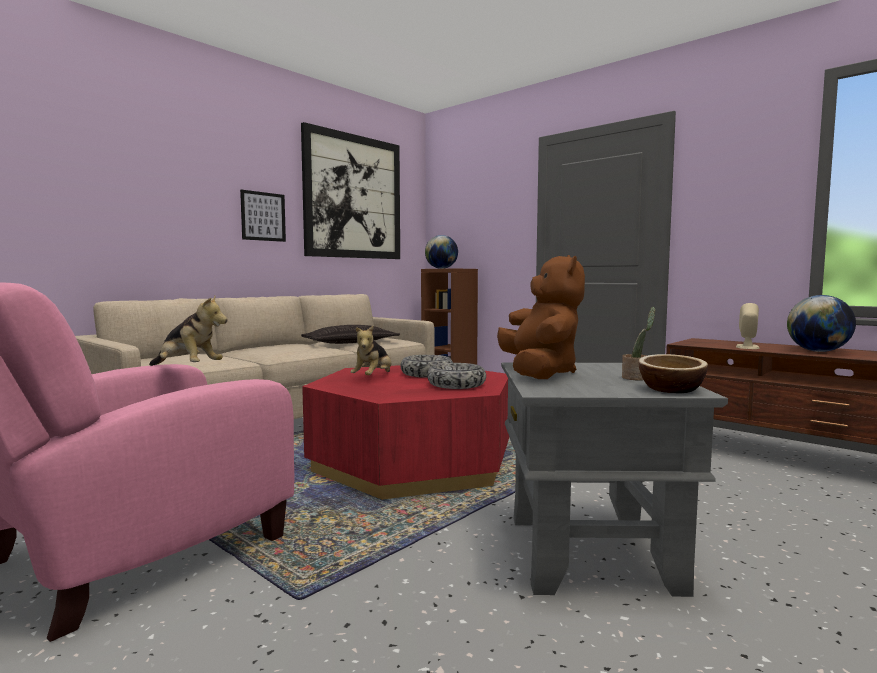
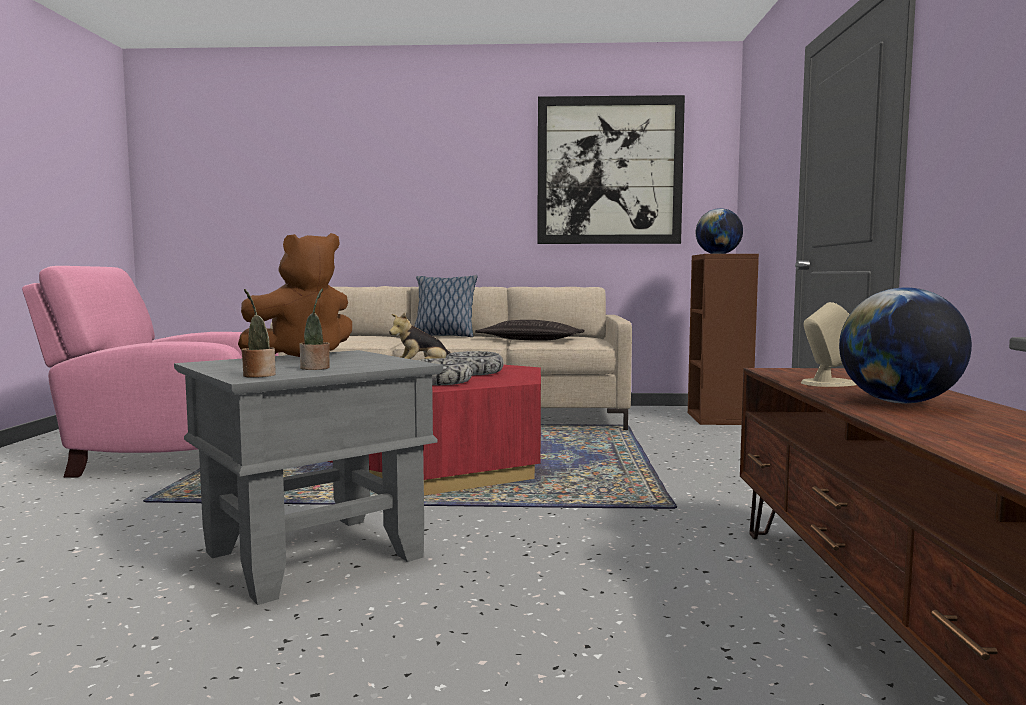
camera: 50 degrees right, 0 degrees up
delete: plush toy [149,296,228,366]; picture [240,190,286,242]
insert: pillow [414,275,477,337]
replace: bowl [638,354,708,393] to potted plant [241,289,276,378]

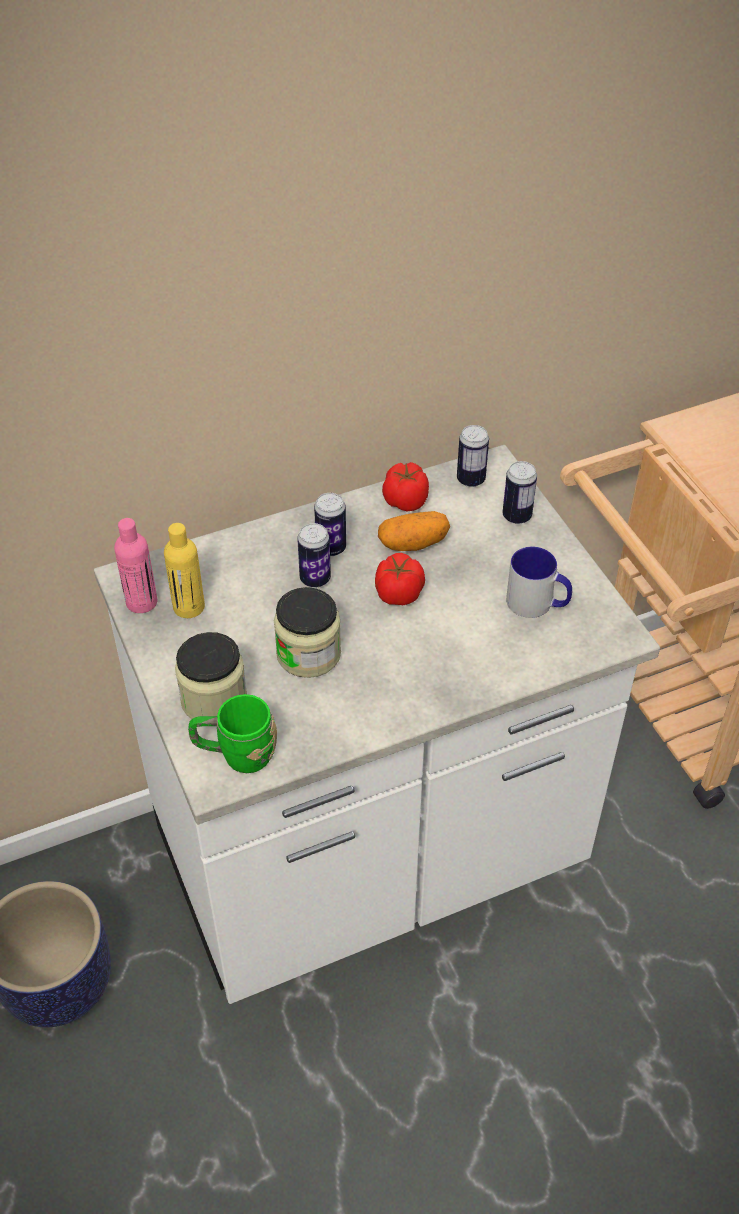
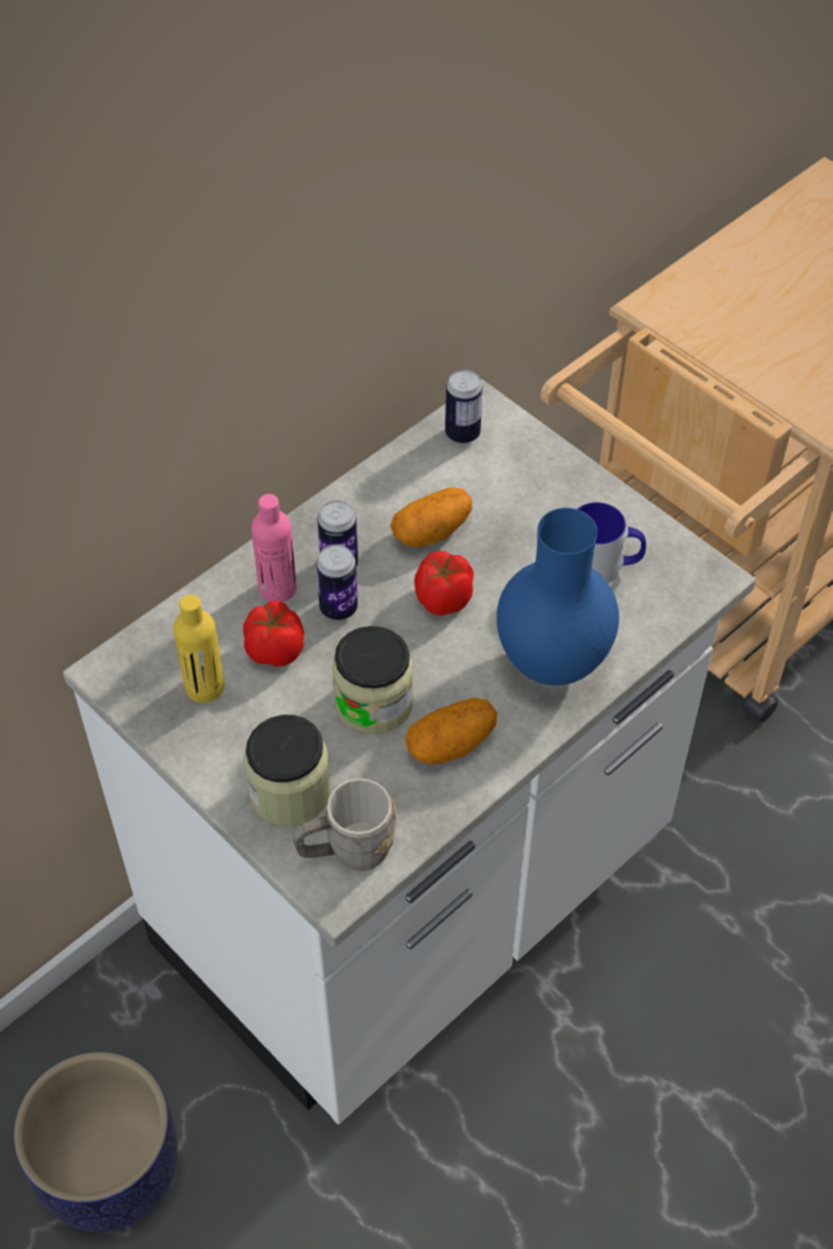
camera: 20 degrees left, 5 degrees up
delete: can [503,461,537,524]
insert: potato [405,698,497,764]; blue vase [497,508,619,686]
move: pink bottle [114,518,158,613] to [251,494,297,602]; tomato [382,462,429,511] to [243,601,304,667]
recolor: green mug [188,694,277,773] to grey mug [293,778,396,871]

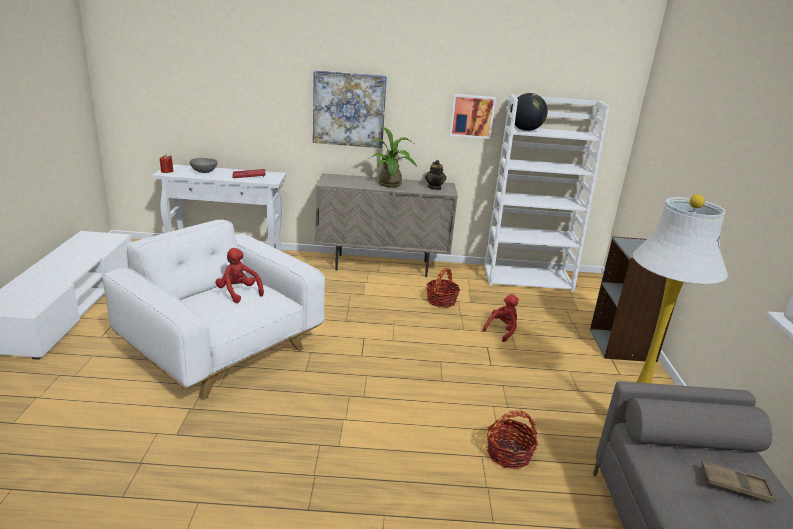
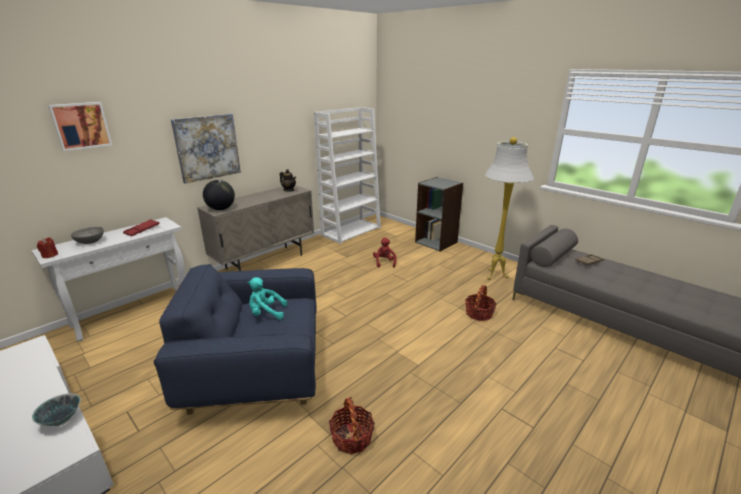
camera: 45 degrees left, 0 degrees up
delete: potted plant [370,127,417,187]
insert: bowl [32,393,81,426]
move: basket [426,268,460,308] to [329,397,375,454]; picture [450,94,496,139] to [48,102,112,151]; globe [510,93,548,131] to [203,180,235,210]
recolor: white armchair [102,220,325,400] to blue armchair [154,264,317,415]; red plush toy [215,248,264,303] to turquoise plush toy [248,277,287,319]

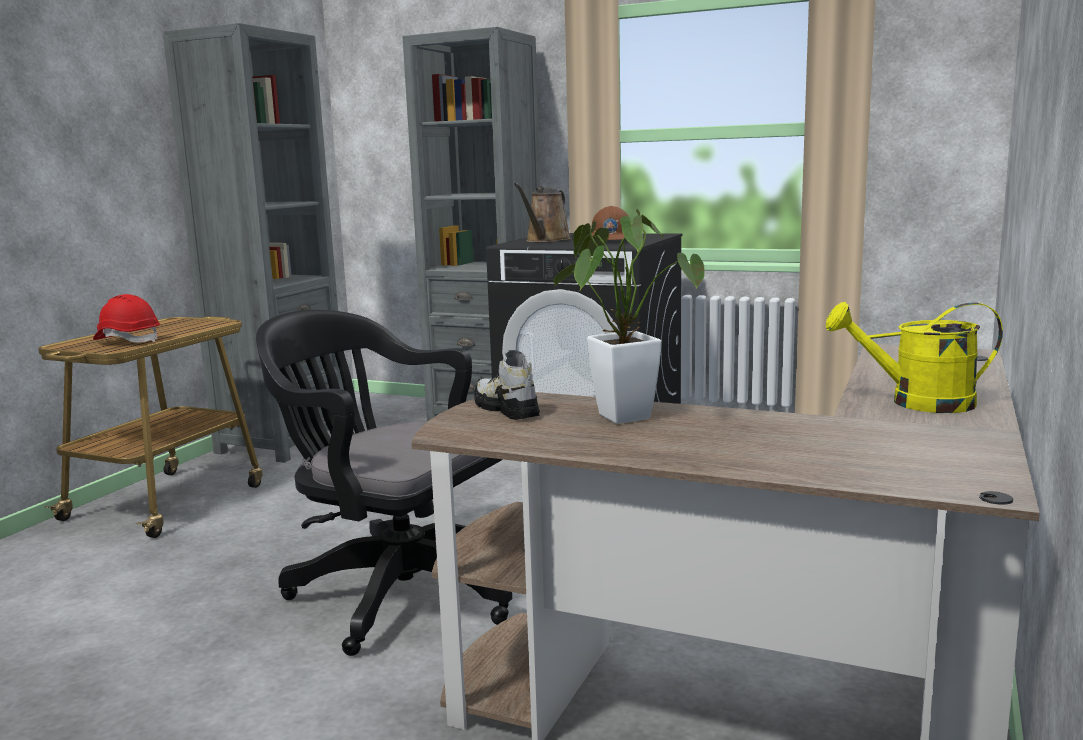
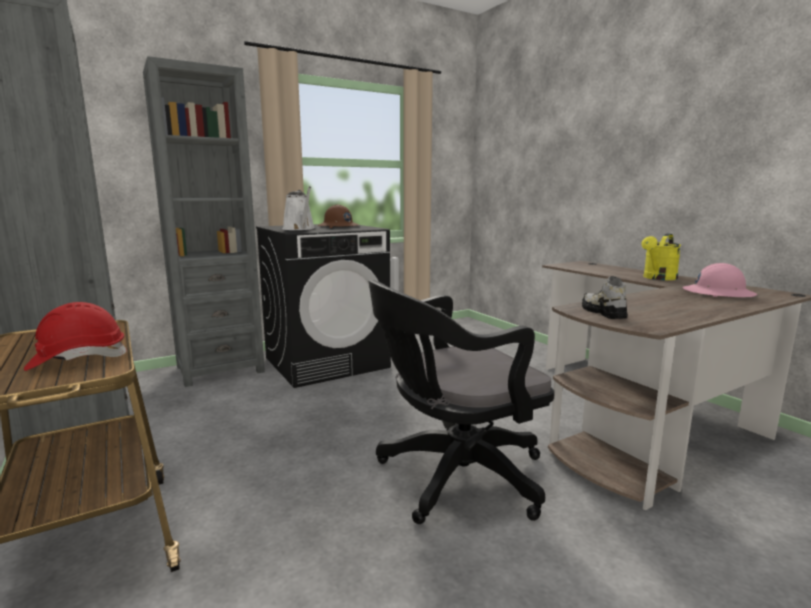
camera: 55 degrees left, 0 degrees up
delete: potted plant [554,209,705,424]
insert: pink hard hat [682,263,757,297]
recolor: brown watering can [514,183,572,243] to white watering can [282,186,315,230]
rotate: shoe [474,350,540,420] = [582,276,628,319] 75 degrees clockwise

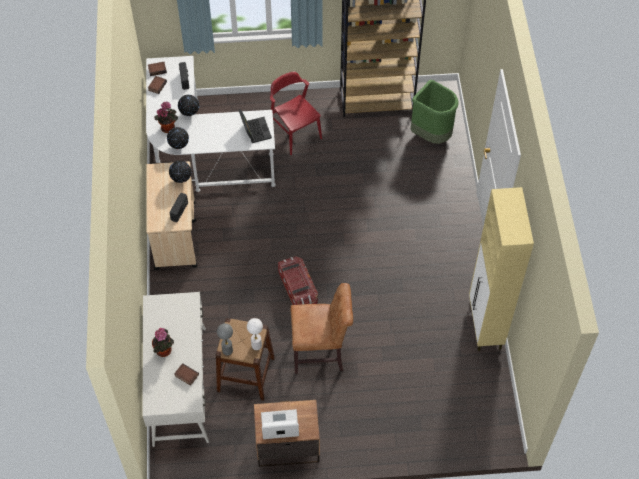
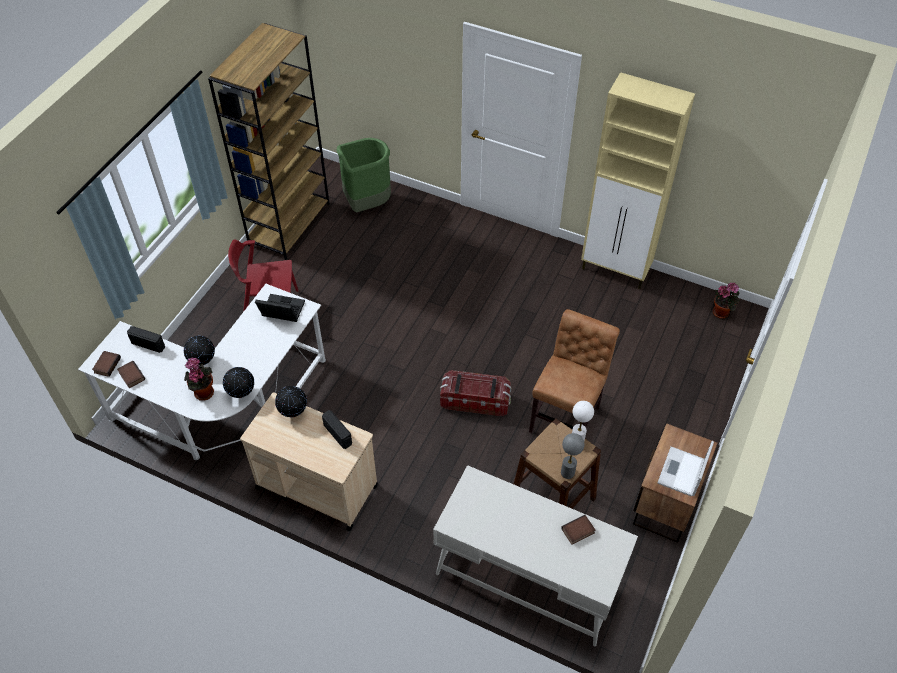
camera: 60 degrees left, 5 degrees down
move: potted plant [152,328,174,357] to [713,283,740,319]

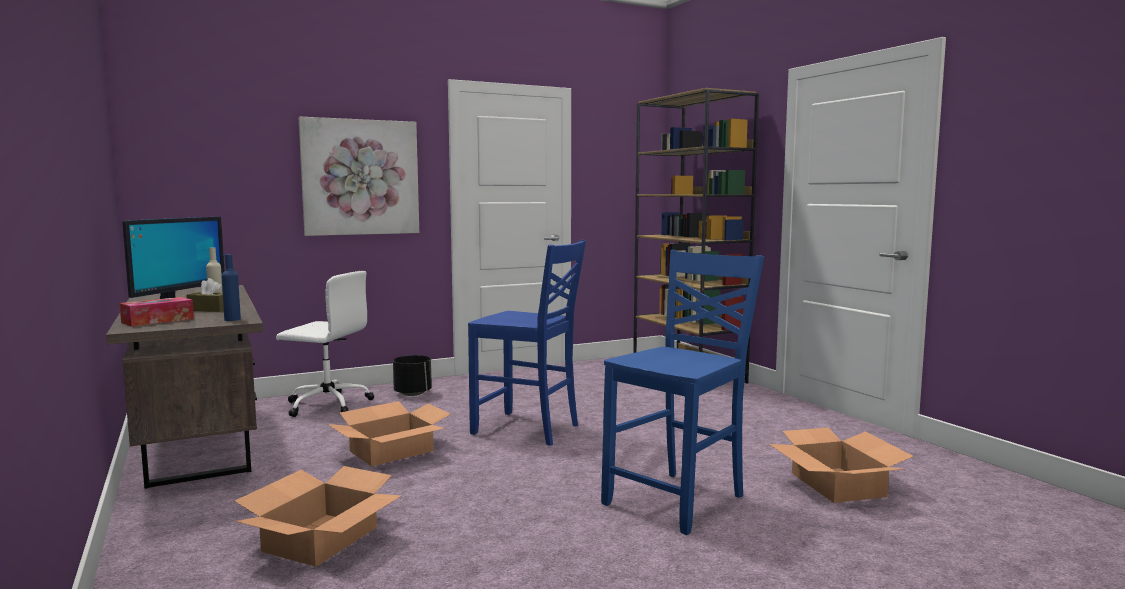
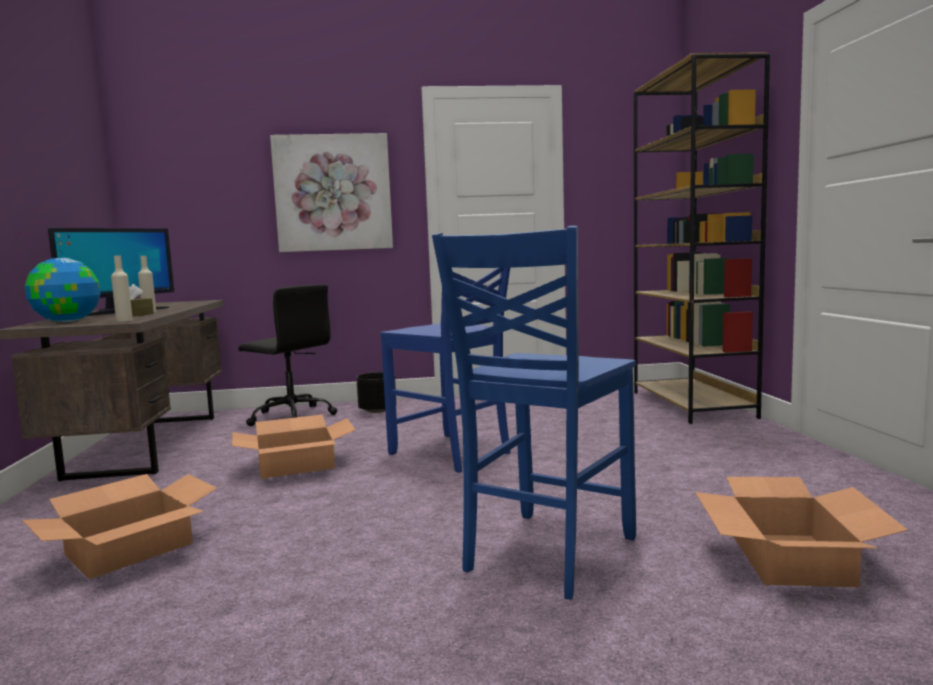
camera: 20 degrees right, 0 degrees up
replace: tissue box [119,297,194,327] to globe [25,258,101,322]
recolor: blue bottle [221,254,241,321] to beige bottle [111,255,133,322]; white office chair [276,271,374,417] to black office chair [238,284,337,426]
rotate: blue chair [601,250,764,535] = [432,226,636,600] 150 degrees clockwise

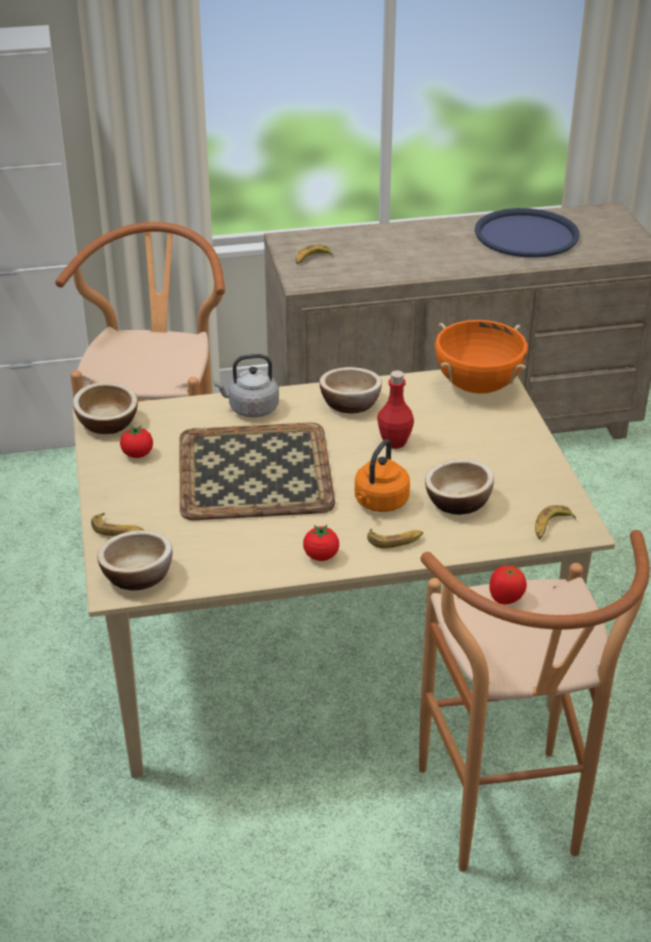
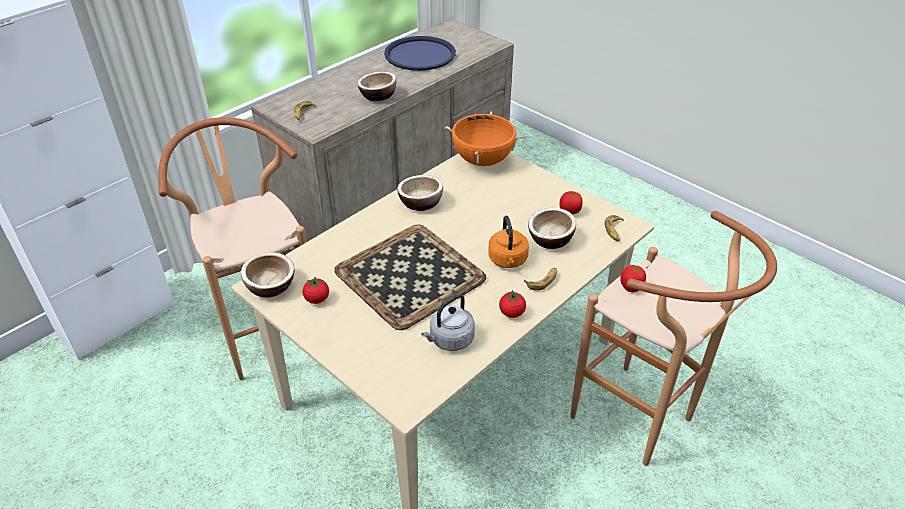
camera: 35 degrees left, 5 degrees up
delete: banana [91,513,144,536]; red bottle [377,370,414,449]
insert: tomato [559,191,583,215]
move: bowl [97,530,172,590] to [358,72,396,101]; grey kettle [213,354,279,418] to [421,294,475,351]

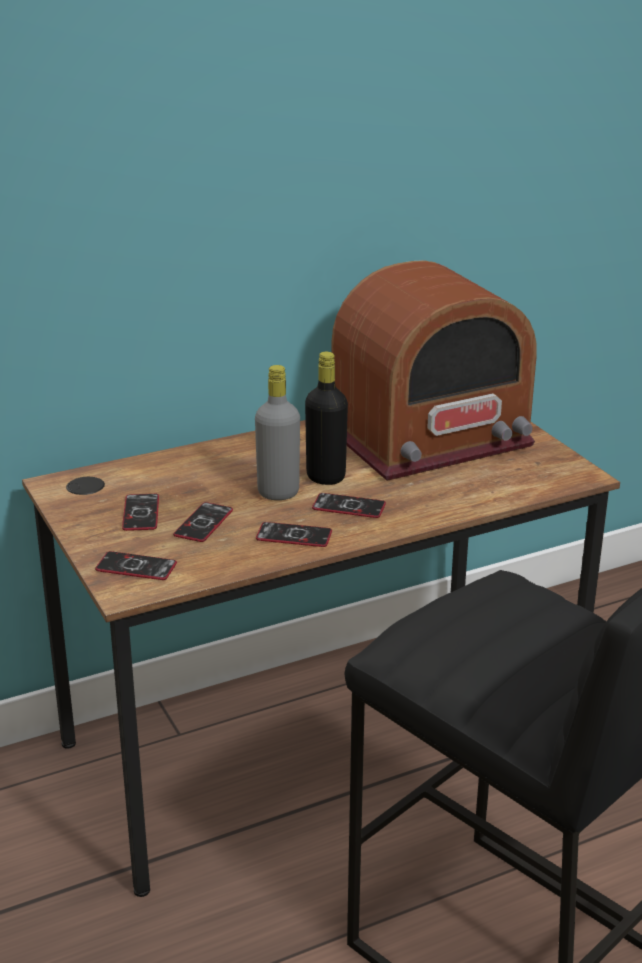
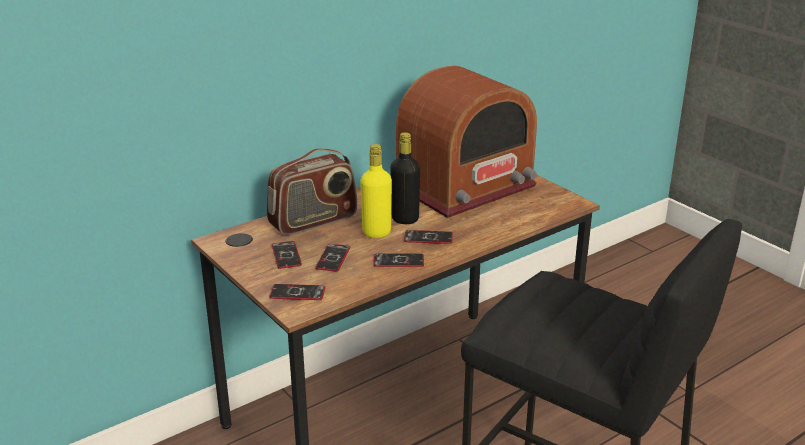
camera: 10 degrees left, 0 degrees up
insert: radio [267,148,357,235]
recolor: grey bottle [255,365,300,500] to yellow bottle [360,144,392,238]

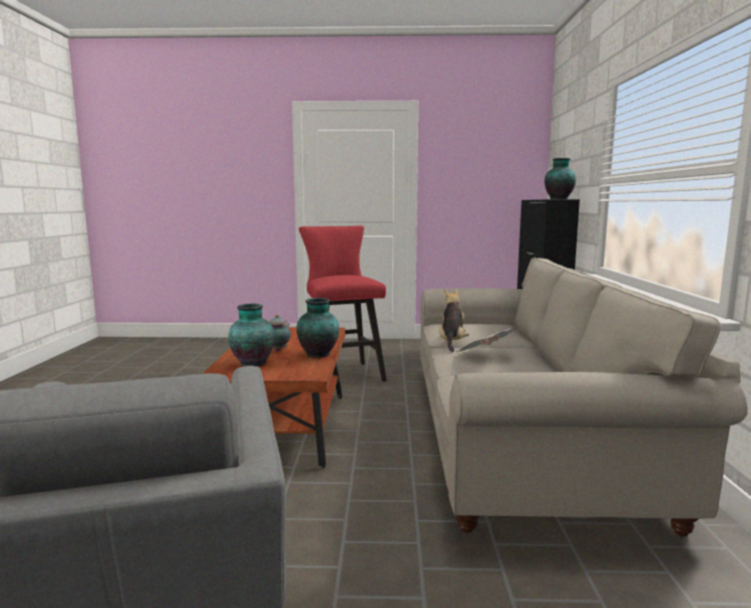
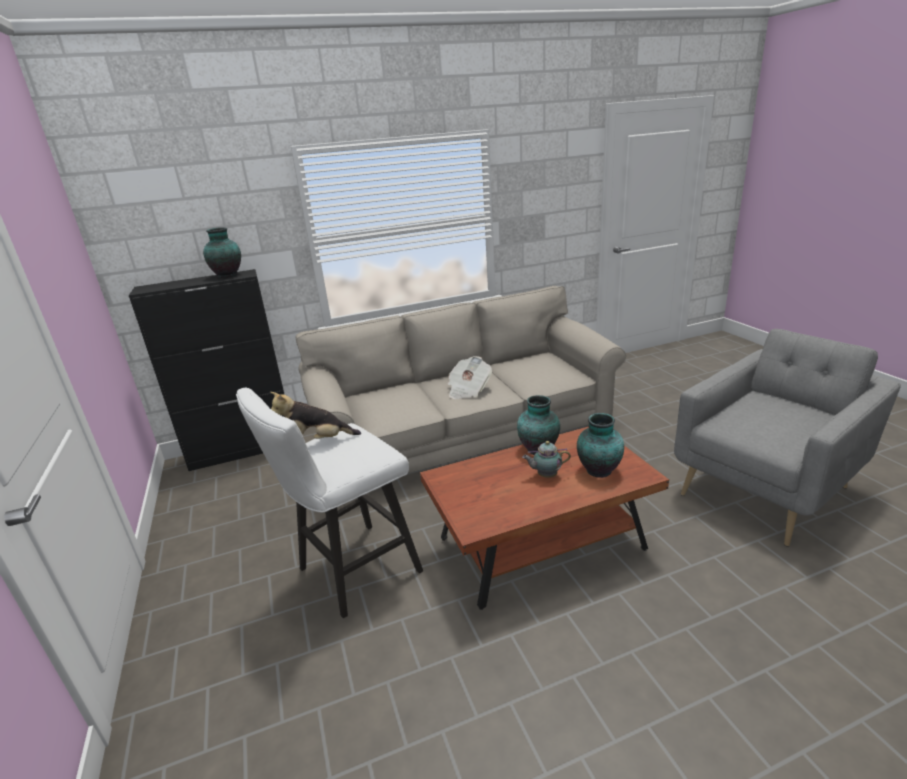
camera: 110 degrees left, 15 degrees up
move: plush toy [439,290,469,352] to [270,392,361,439]
recolor: red stool [299,226,387,382] to white stool [236,388,423,618]

